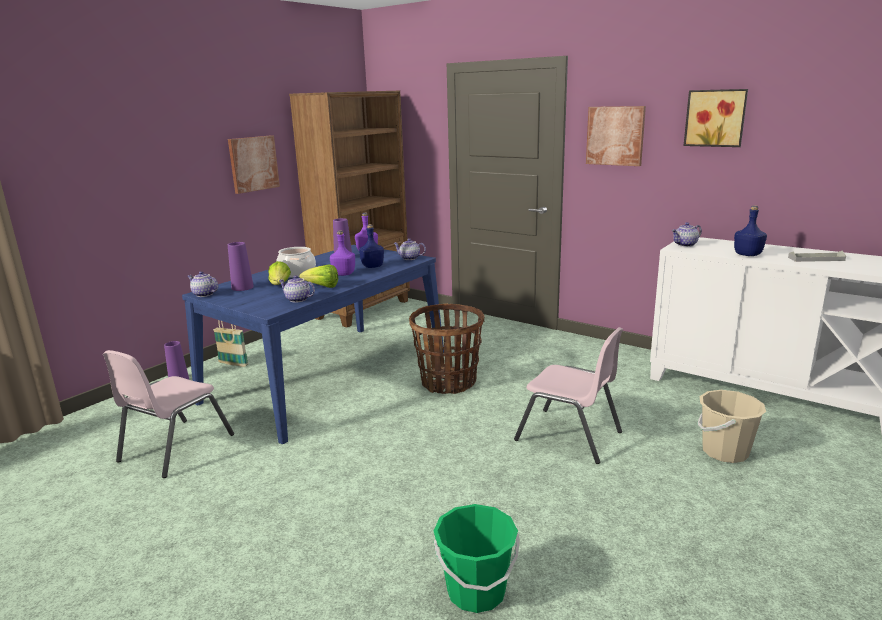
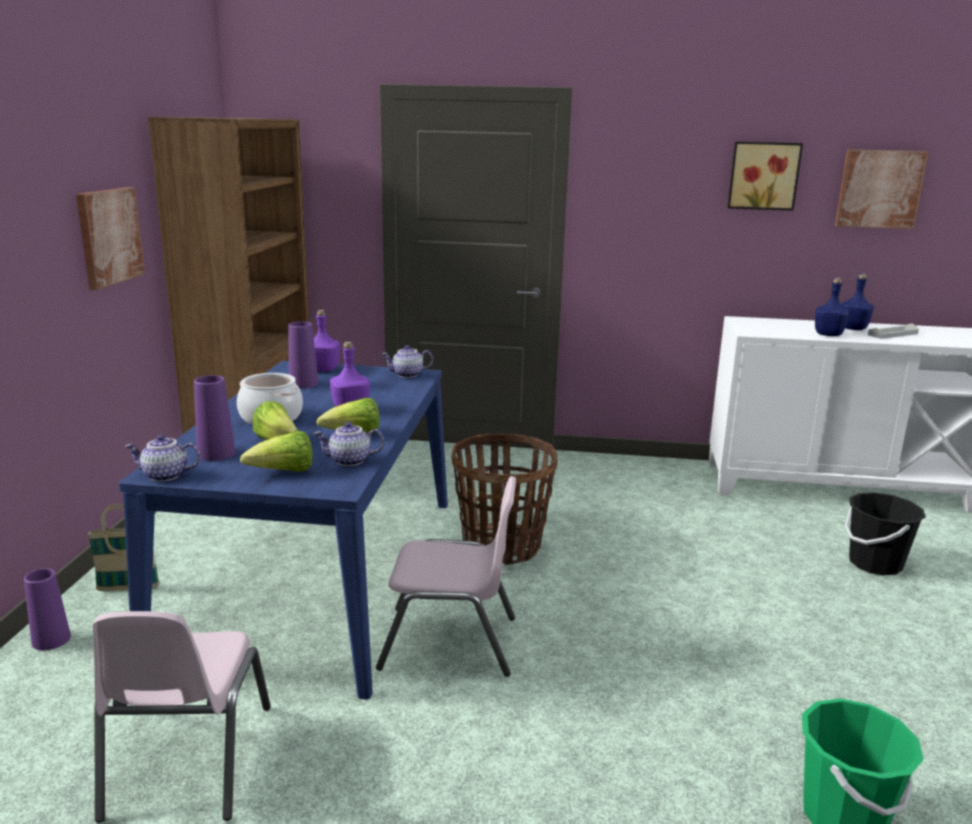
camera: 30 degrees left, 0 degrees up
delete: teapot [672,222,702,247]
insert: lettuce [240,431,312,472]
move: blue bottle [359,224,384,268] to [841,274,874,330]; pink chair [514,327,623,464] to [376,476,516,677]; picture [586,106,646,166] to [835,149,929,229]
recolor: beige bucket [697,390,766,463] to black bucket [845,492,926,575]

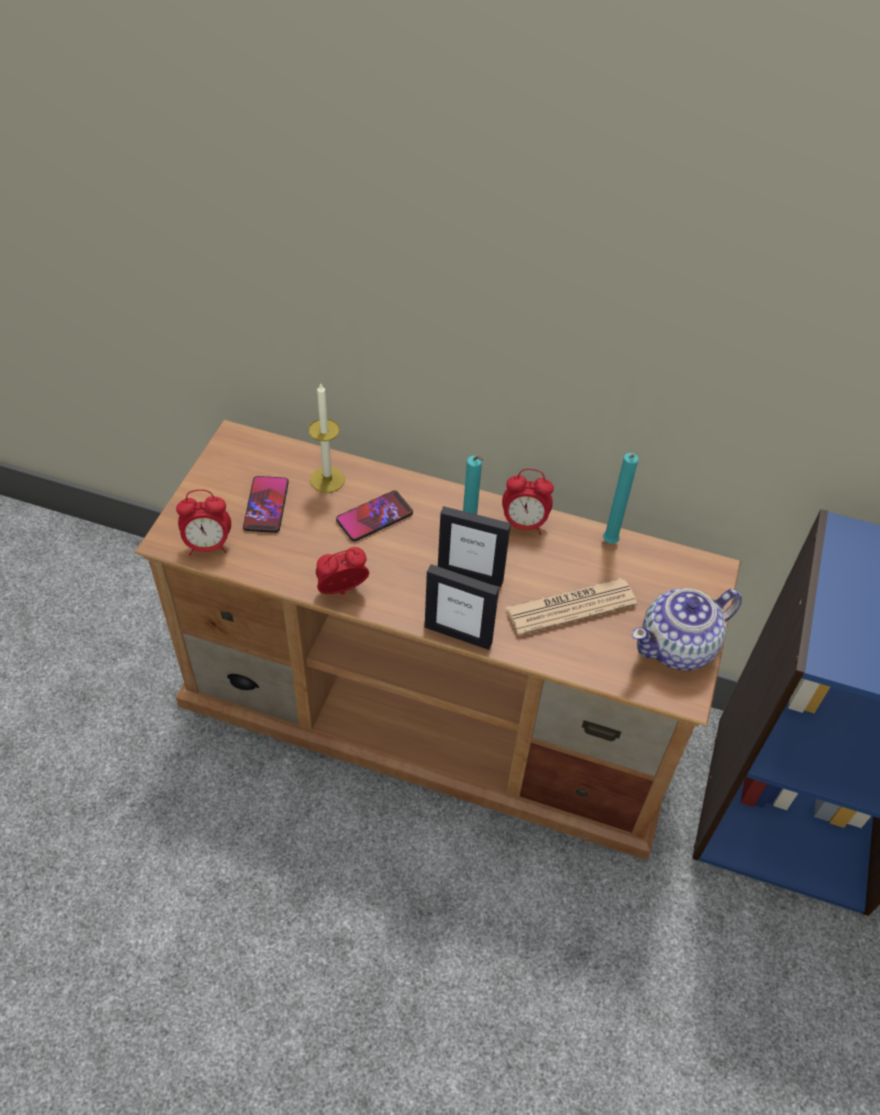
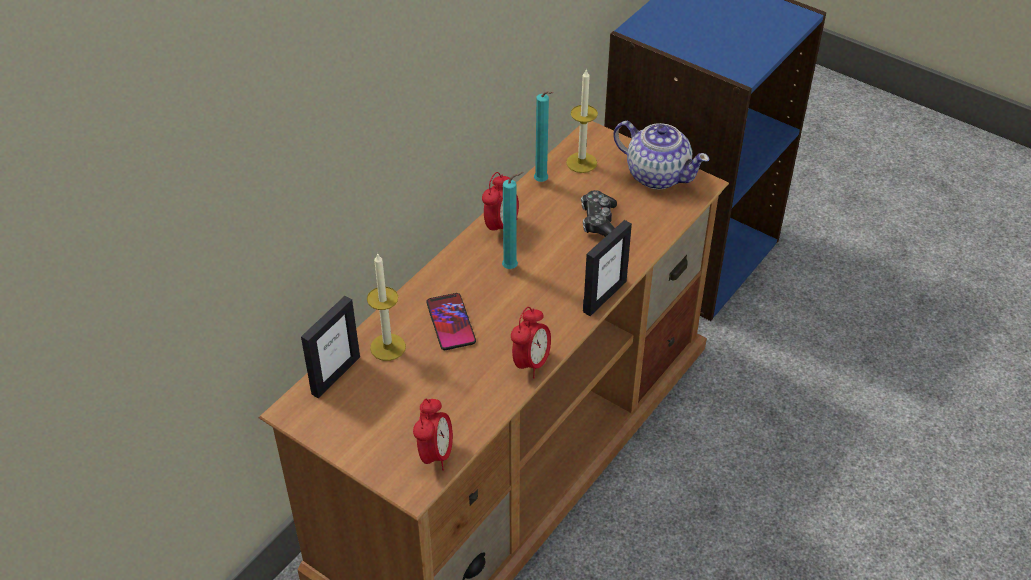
camera: 70 degrees left, 5 degrees down
delete: phone [243,476,289,533]
insert: candle [566,68,598,173]
move: picture frame [438,506,511,587] to [301,296,360,398]
replace: newspaper [505,578,637,636] to game controller [581,190,617,237]
rotate: alarm clock [316,547,369,595] = [511,307,551,378] 150 degrees counterclockwise; teapot [632,588,742,671] = [613,121,710,190] 45 degrees counterclockwise

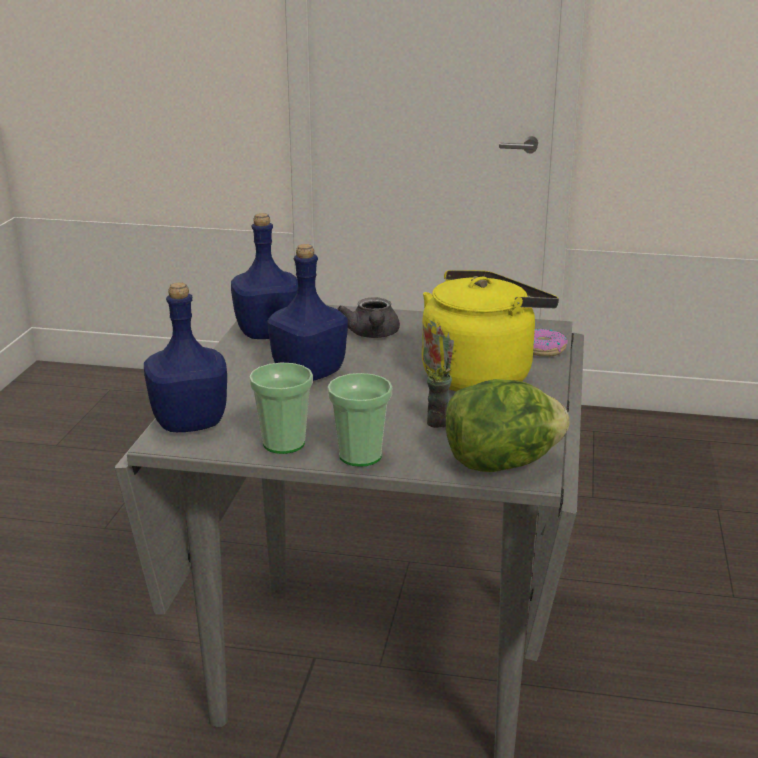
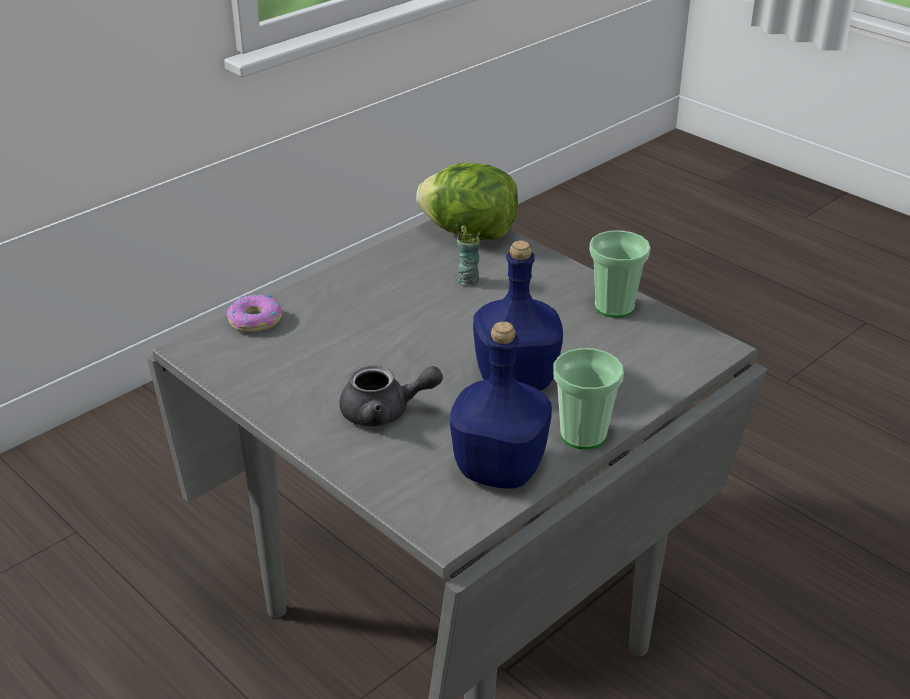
camera: 145 degrees left, 10 degrees up
delete: blue bottle [144,283,227,432]; yellow kettle [422,270,559,392]
move: cup [328,373,392,467] to [553,348,624,449]
rotate: grey teapot [338,297,400,338] = [339,365,443,426] 60 degrees clockwise

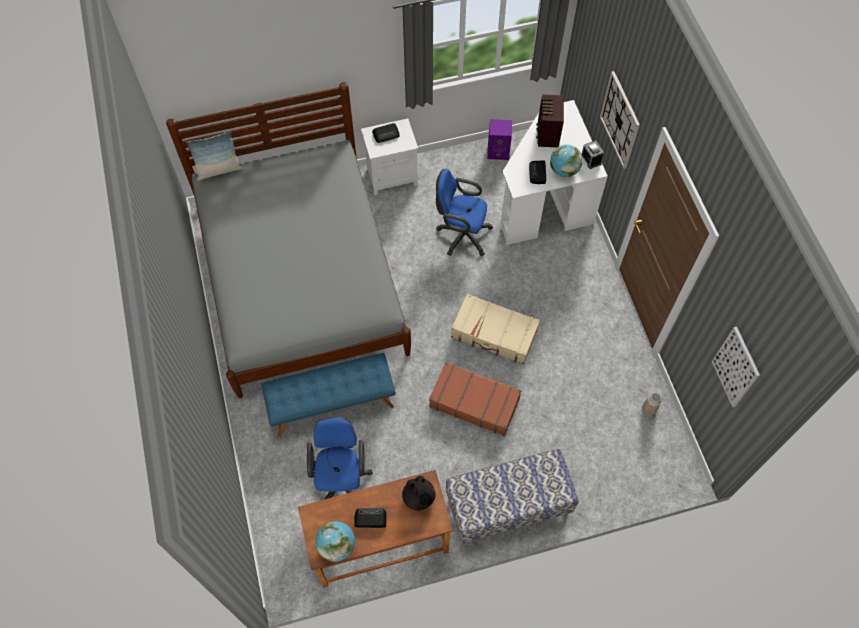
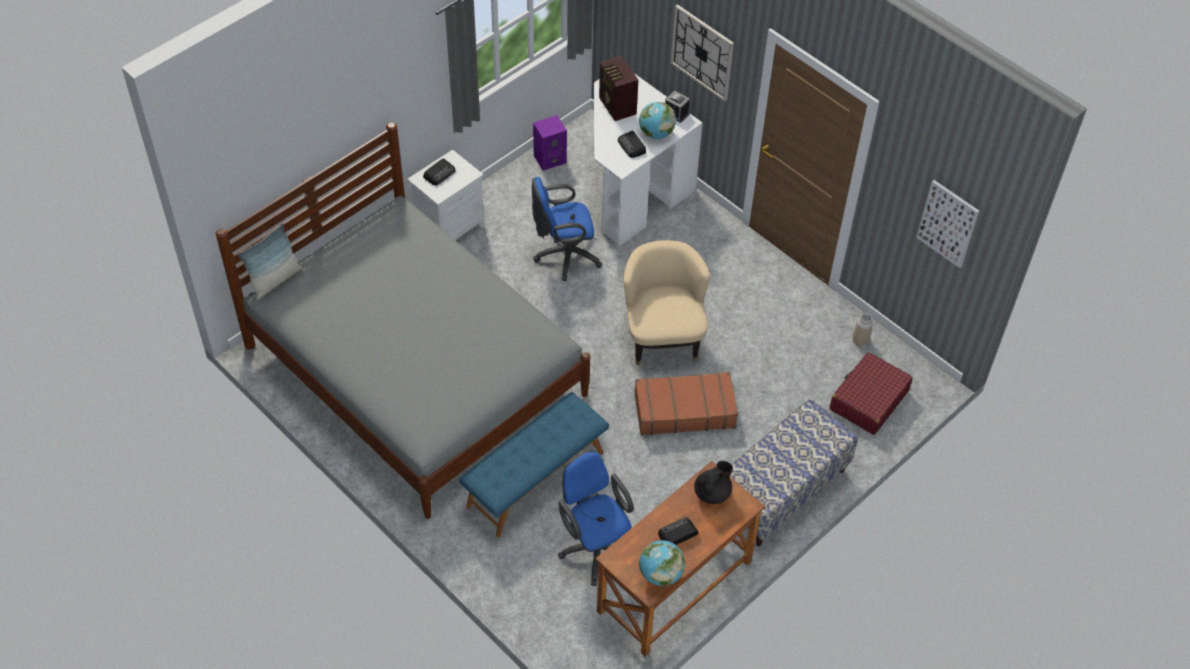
camera: 30 degrees left, 10 degrees down
insert: red suitcase [830,352,913,435]
replace: beige suitcase [451,294,540,364] to beige armchair [624,240,710,365]
rotate: black teapot [402,475,436,511] = [694,461,733,504] 75 degrees counterclockwise

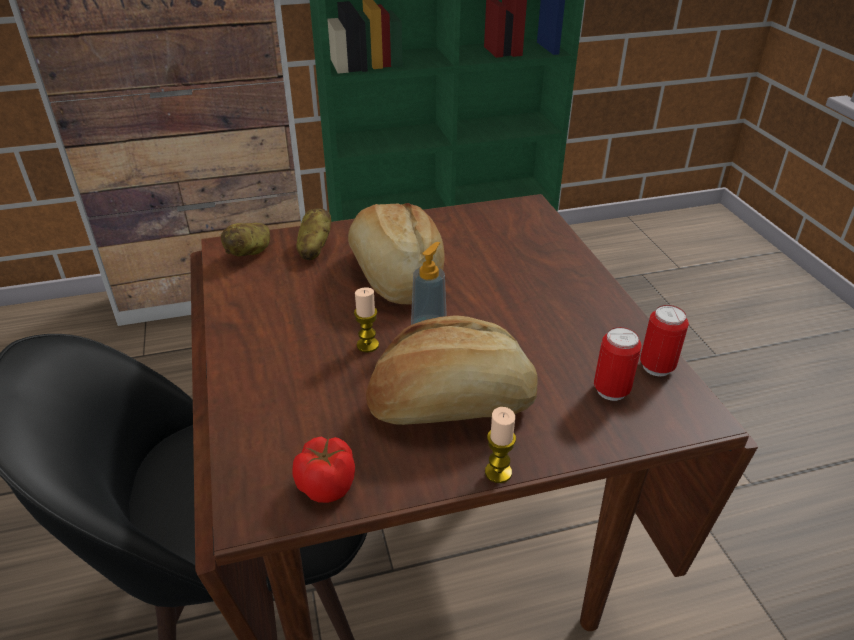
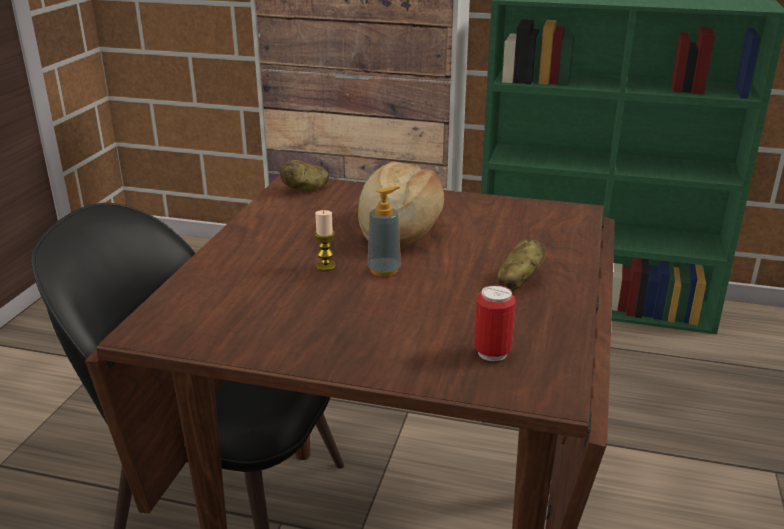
camera: 30 degrees right, 10 degrees down
delete: tomato [293,436,355,503]; bread [366,315,538,425]; candle [485,407,516,483]; can [640,305,689,376]
move: potato [297,208,331,260] to [497,239,546,291]

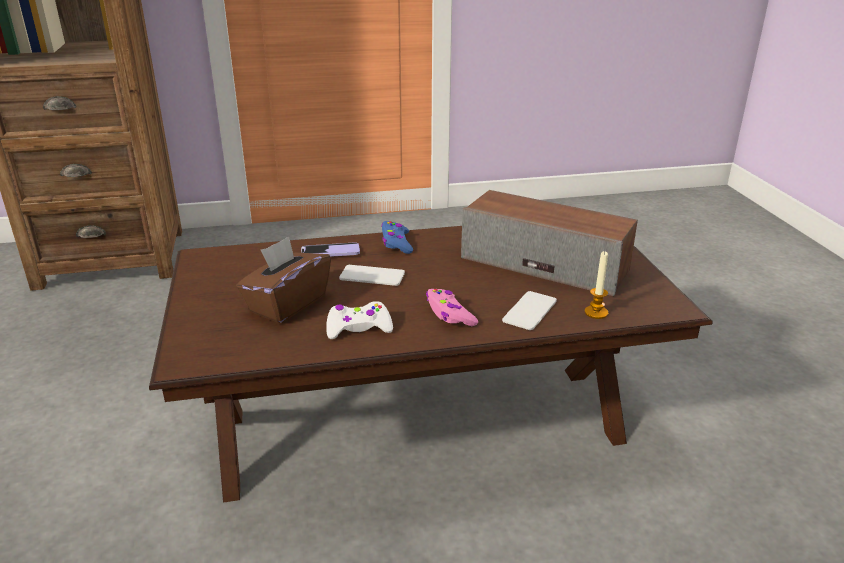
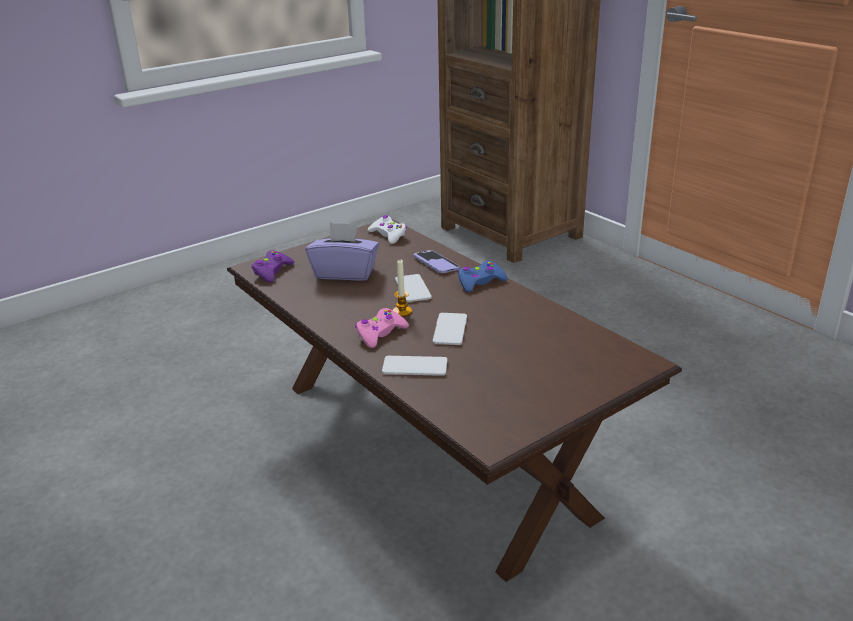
camera: 65 degrees right, 0 degrees up
delete: speaker [461,190,638,296]
insert: purple game controller [251,250,294,283]; phone [433,313,467,345]
move: white game controller [326,301,393,339] to [368,215,407,244]; candle [585,251,608,319] to [393,260,412,317]
recolor: brown tissue box [236,237,331,323] to purple tissue box [305,222,379,281]

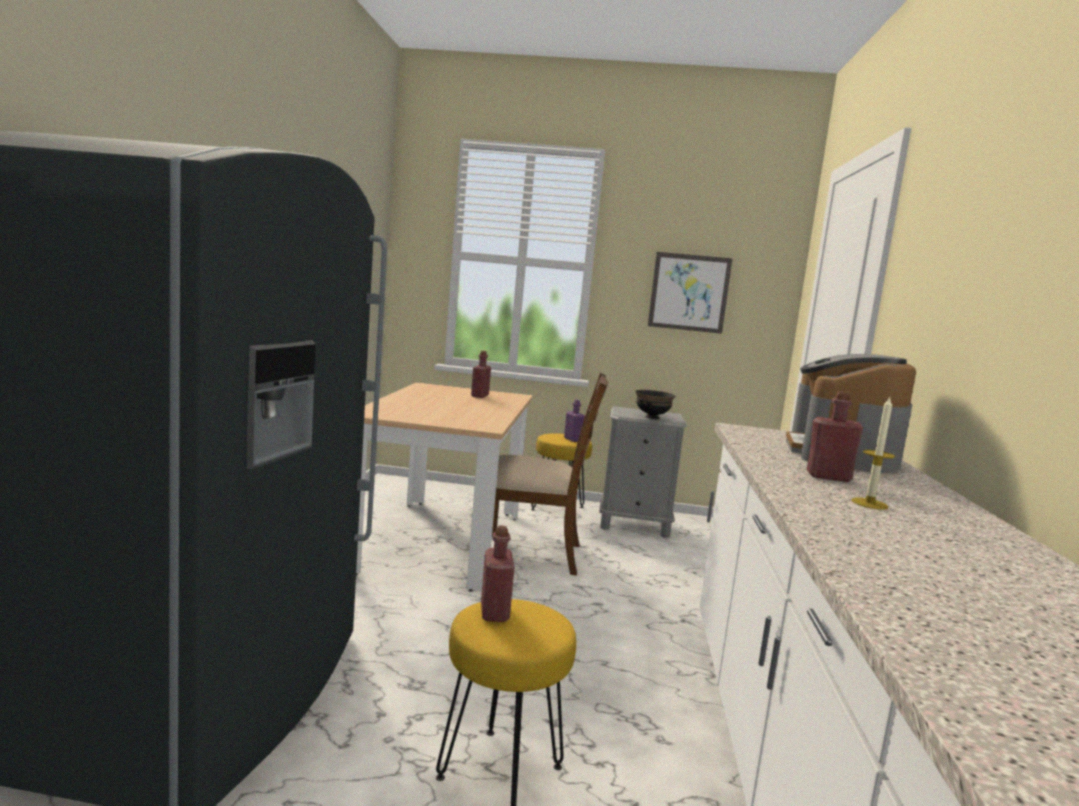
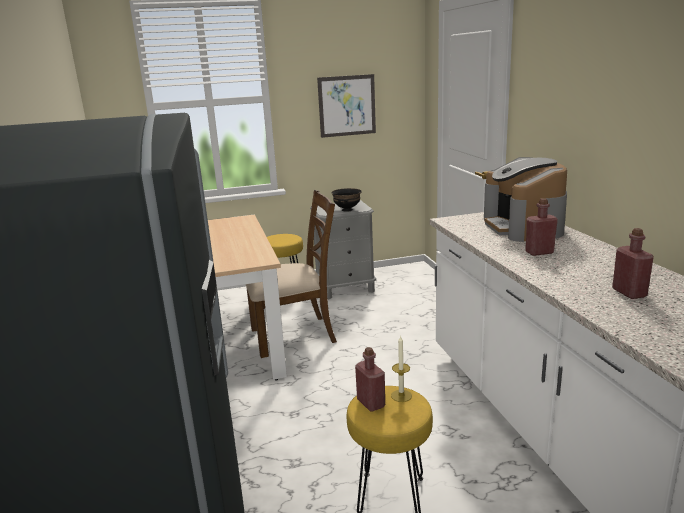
camera: 20 degrees left, 10 degrees up
delete: purple bottle [564,399,585,442]
move: red bottle [471,351,491,398] to [612,228,654,299]; candle [851,397,895,510] to [391,335,412,402]

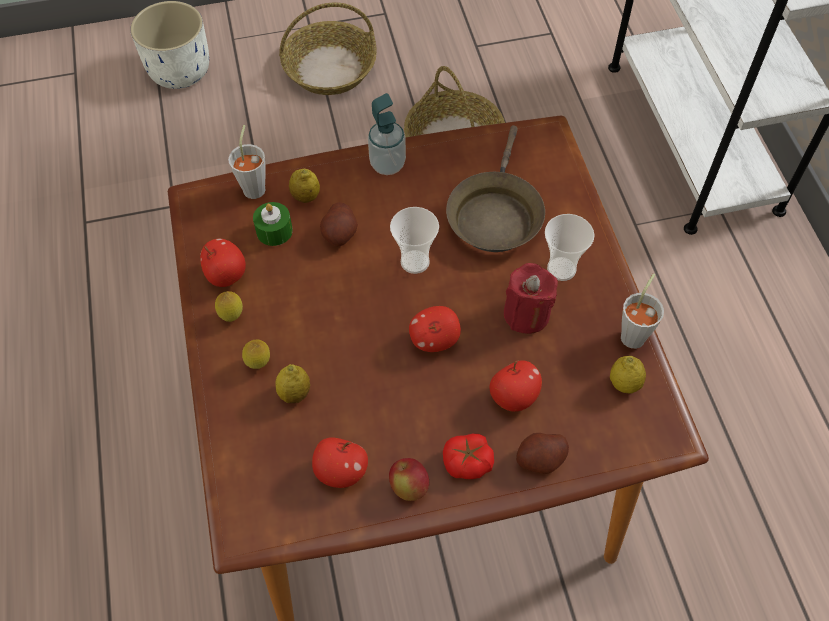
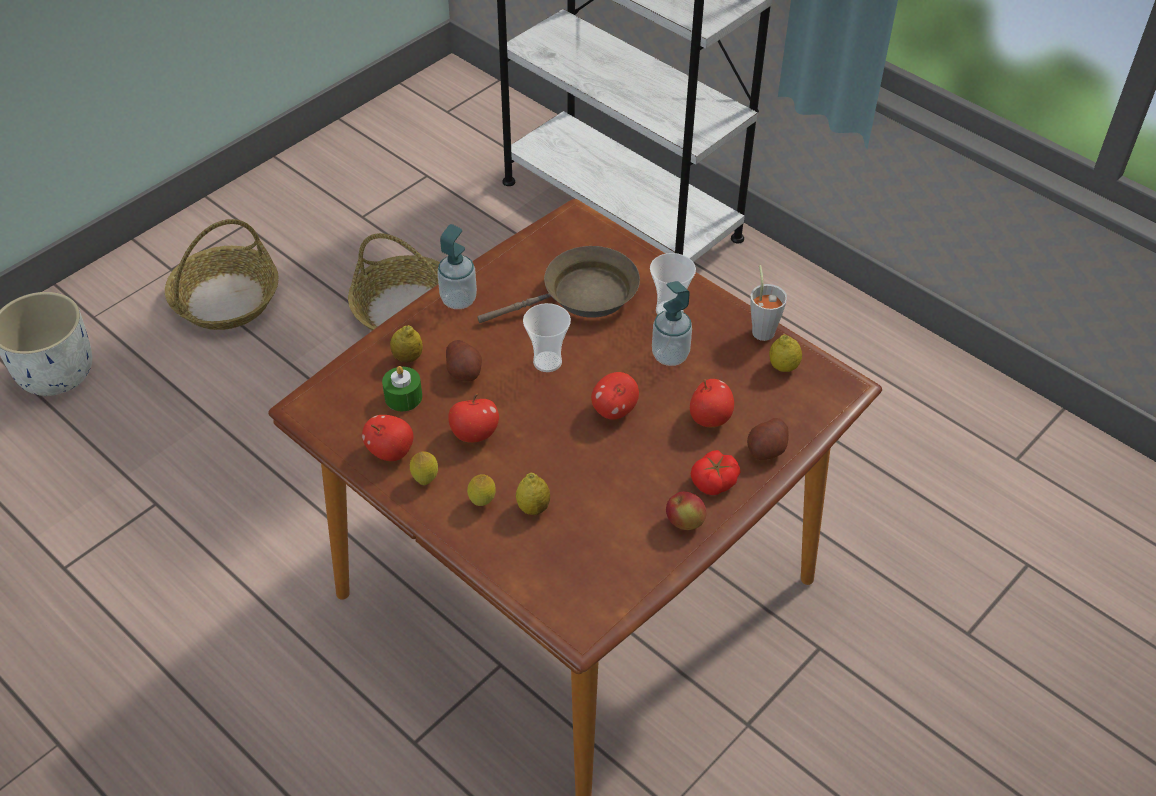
camera: 35 degrees left, 10 degrees down
delete: grey cup [228,125,266,199]
move: apple [312,437,368,488] to [448,394,499,443]
replace: red candle [504,263,558,334] to soap dispenser [652,281,692,366]
rotate: brown frying pan [446,125,545,252] = [477,246,640,323] 90 degrees counterclockwise

